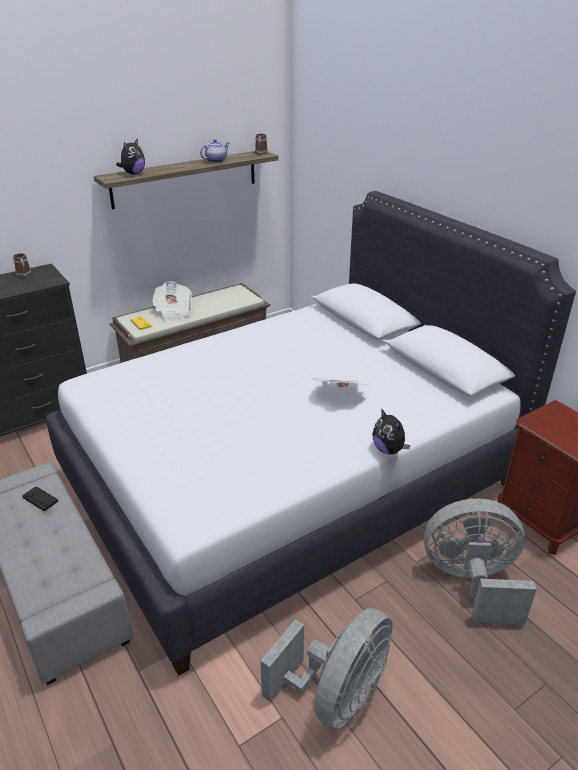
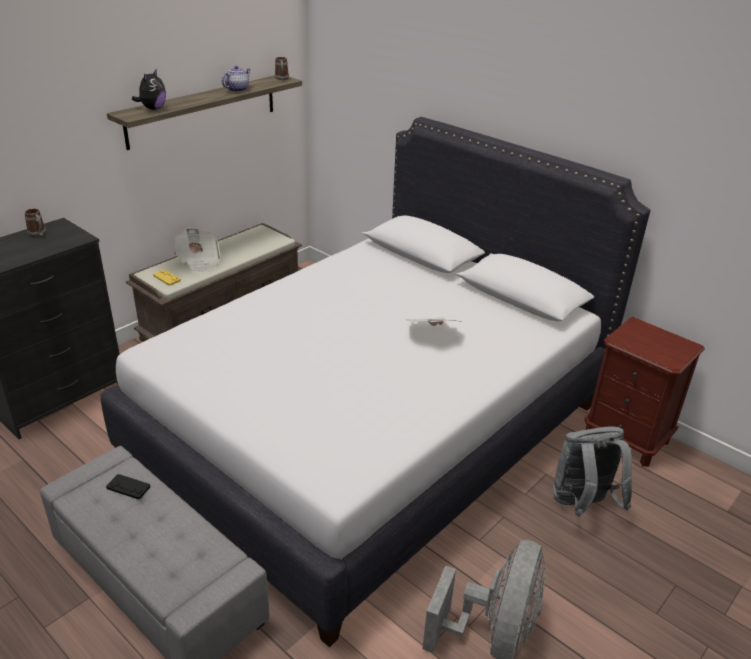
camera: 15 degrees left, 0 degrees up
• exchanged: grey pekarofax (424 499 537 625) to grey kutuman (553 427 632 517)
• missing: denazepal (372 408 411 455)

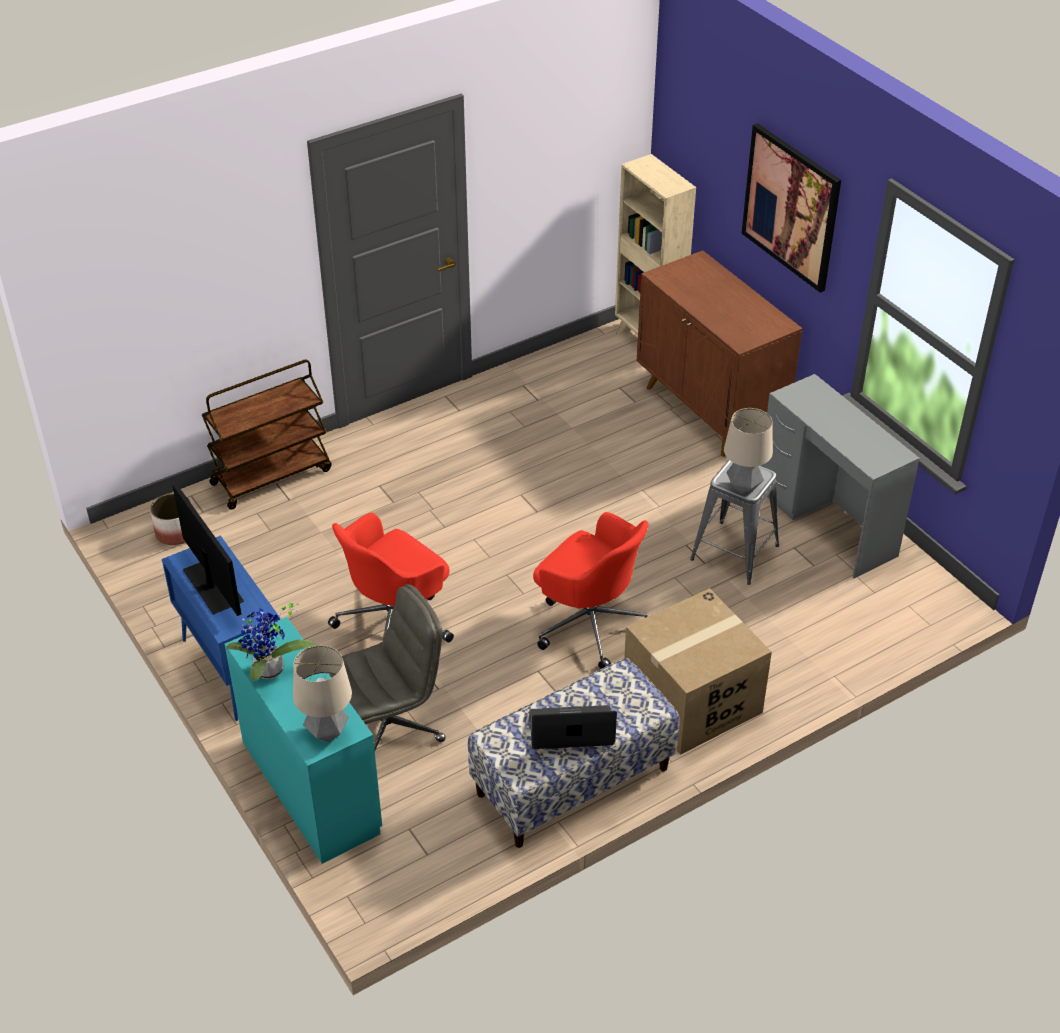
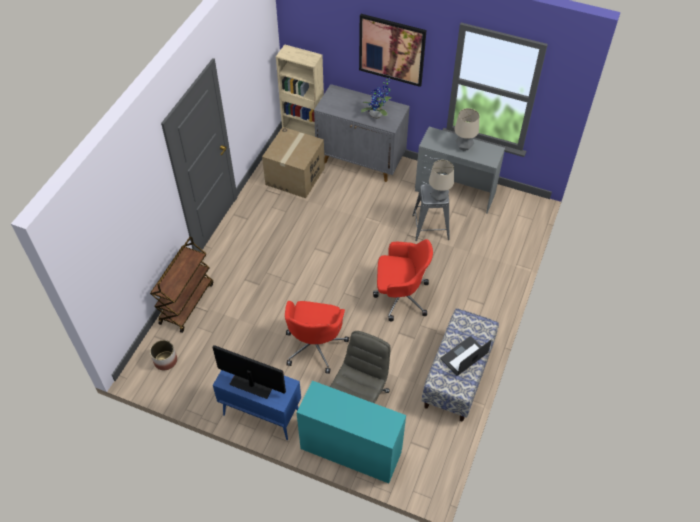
camera: 35 degrees left, 10 degrees up
• relocated: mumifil (624 588 772 755) to (262 127 325 198)
• colour: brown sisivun (637 250 802 457) to grey sisivun (314 84 410 182)
• relocated: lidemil (226 603 315 680) to (361 78 391 119)
• relocated: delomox (293 645 352 742) to (454 108 479 151)

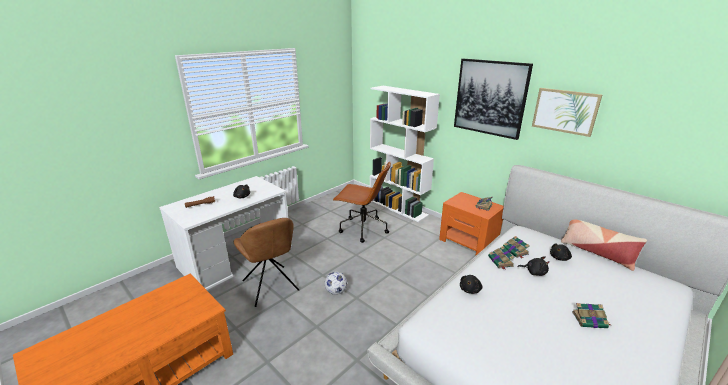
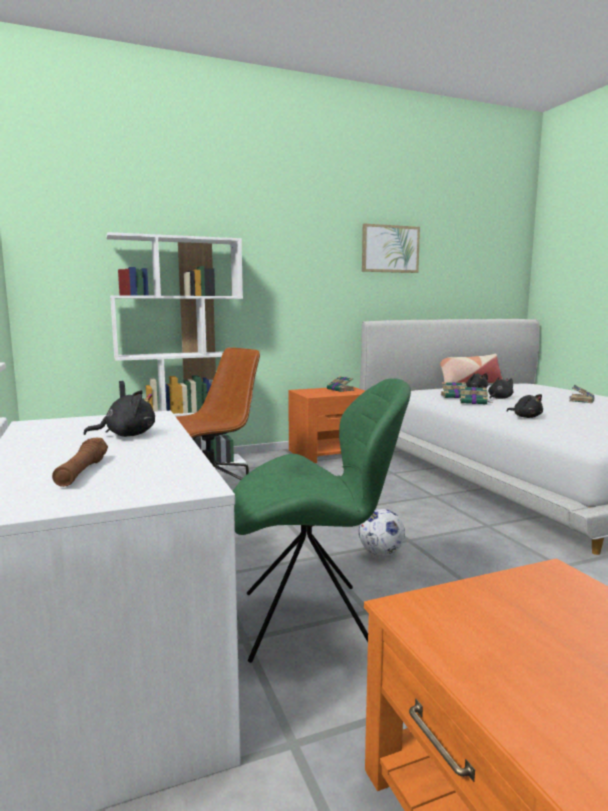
camera: 65 degrees left, 15 degrees down
• colour: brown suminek (234 218 299 307) to green suminek (233 378 411 663)
• missing: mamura (454 59 533 140)

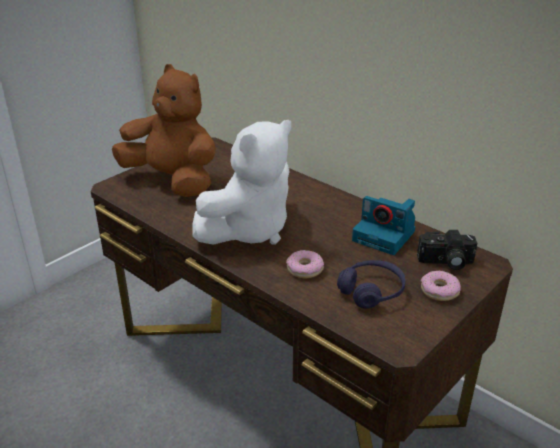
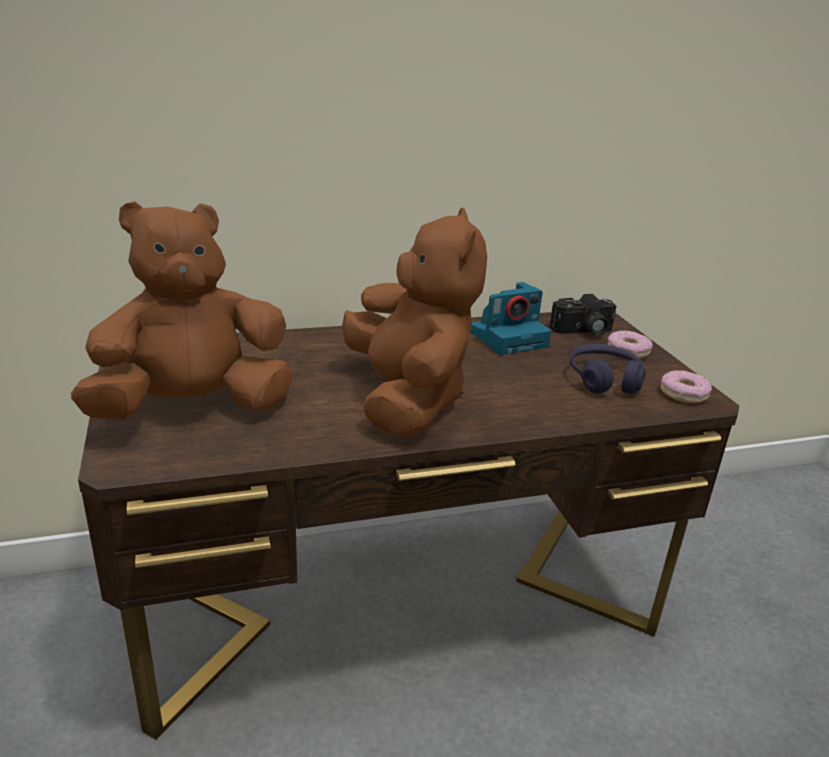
camera: 60 degrees left, 5 degrees down
• colour: white denazepal (192 120 291 245) to brown denazepal (342 208 487 438)
• spun: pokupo (417 230 477 270) = (550 294 616 336) 45 degrees clockwise
• relocated: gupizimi (286 250 324 278) to (661 370 712 403)

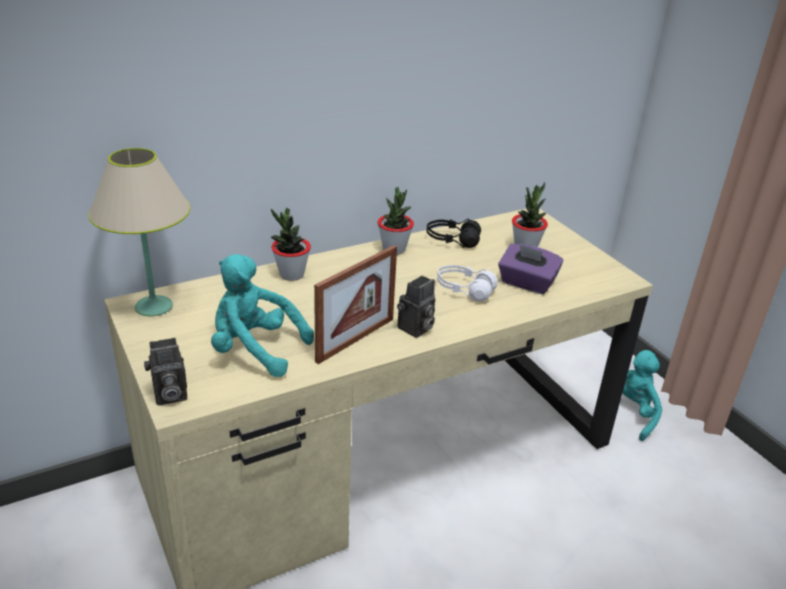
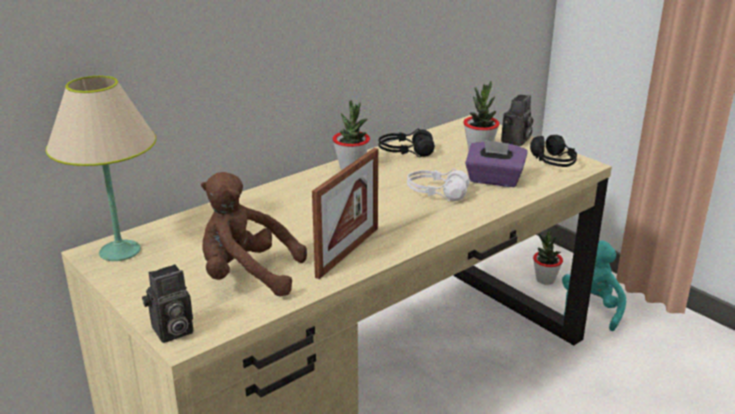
camera: 10 degrees left, 5 degrees down
• colour: turquoise denazepal (211 254 314 377) to brown denazepal (201 172 307 297)
• relocated: pokupo (397 275 435 338) to (501 95 533 146)
• appeared: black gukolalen (530 135 577 167)
• relocated: lidemil (271 208 311 281) to (533 231 563 285)

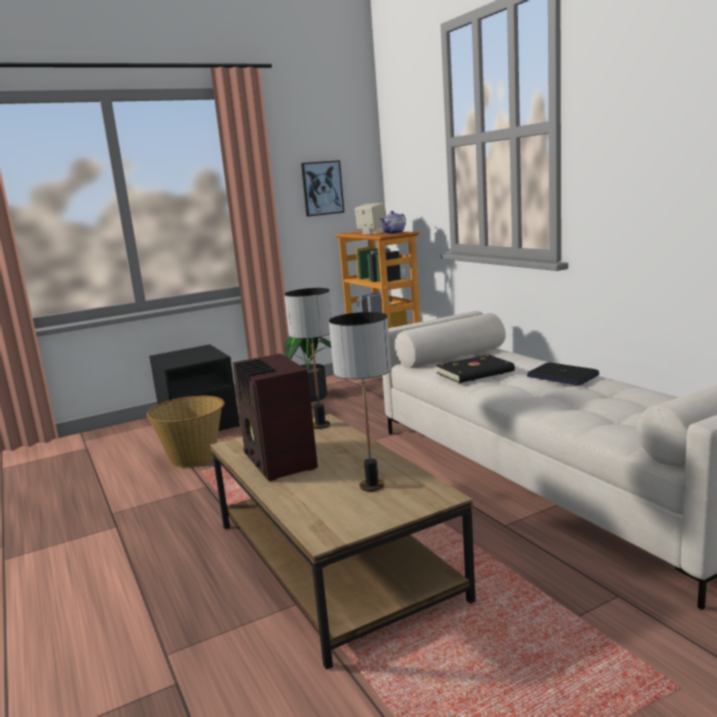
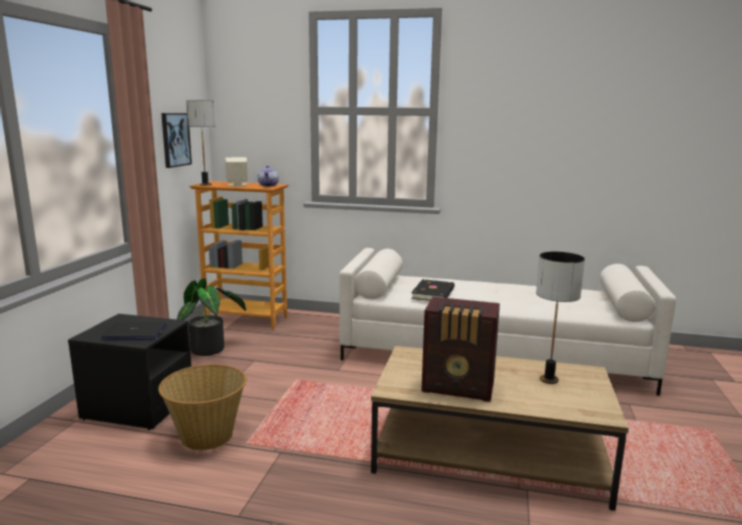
camera: 50 degrees left, 0 degrees up
• relocated: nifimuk (527 362 599 386) to (101 322 166 340)
• relocated: delomox (284 288 332 429) to (186 100 215 186)

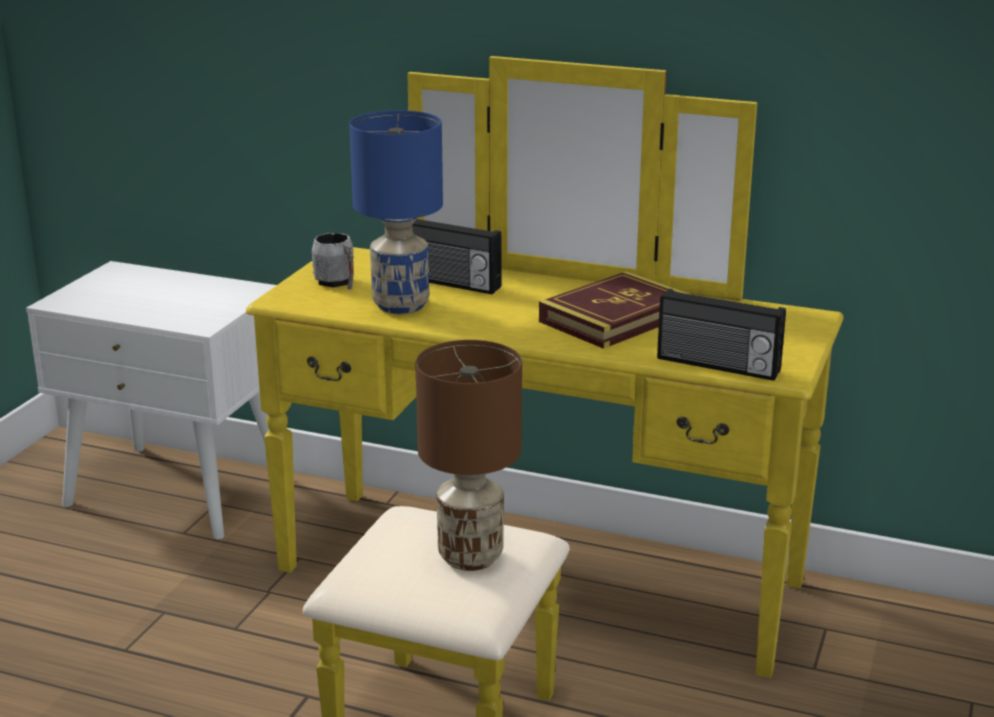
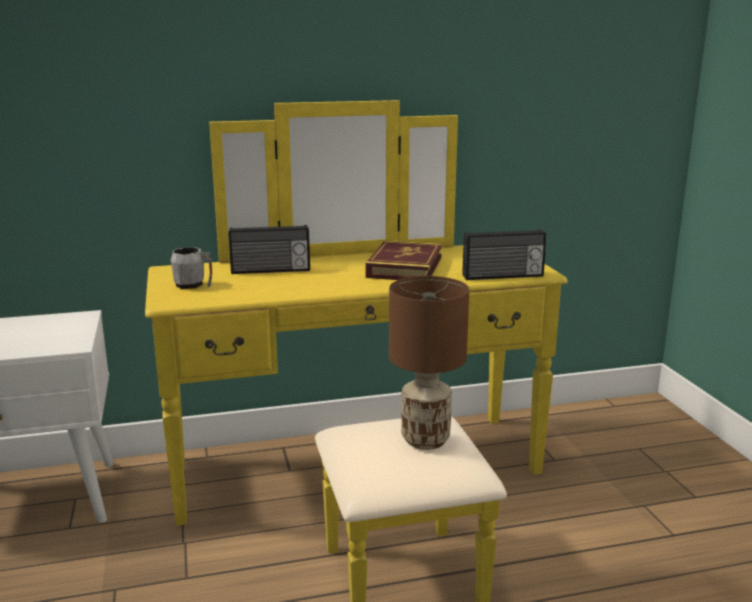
camera: 35 degrees left, 5 degrees down
• missing: blue delomox (349 110 443 314)

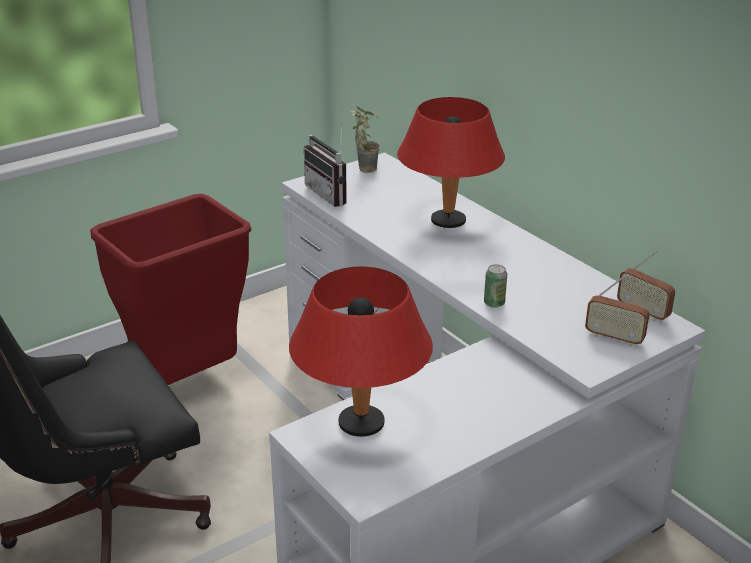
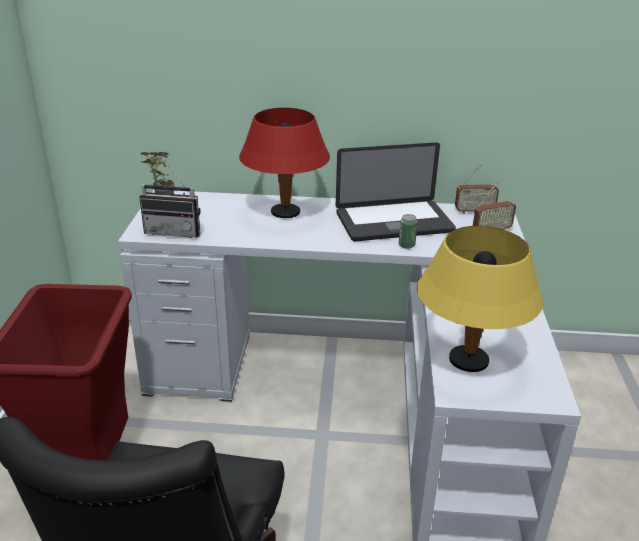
camera: 50 degrees left, 0 degrees up
• appeared: nifimuk (336 142 456 241)
• colour: red delomox (289 267 433 437) to yellow delomox (417 226 543 372)

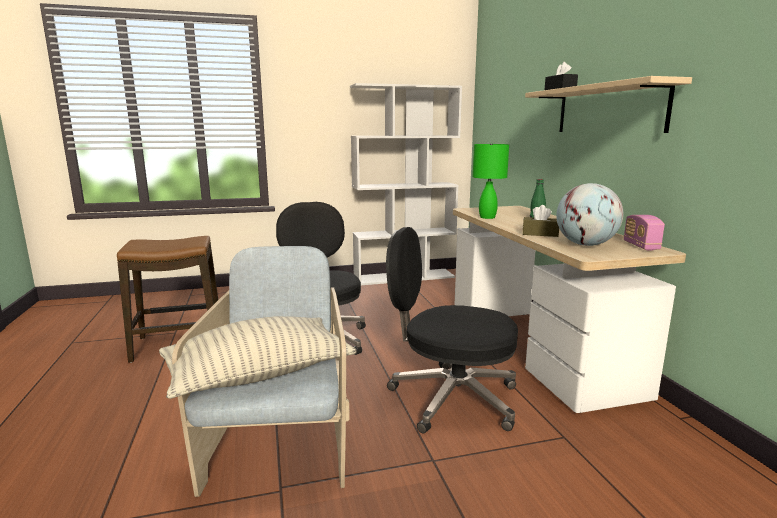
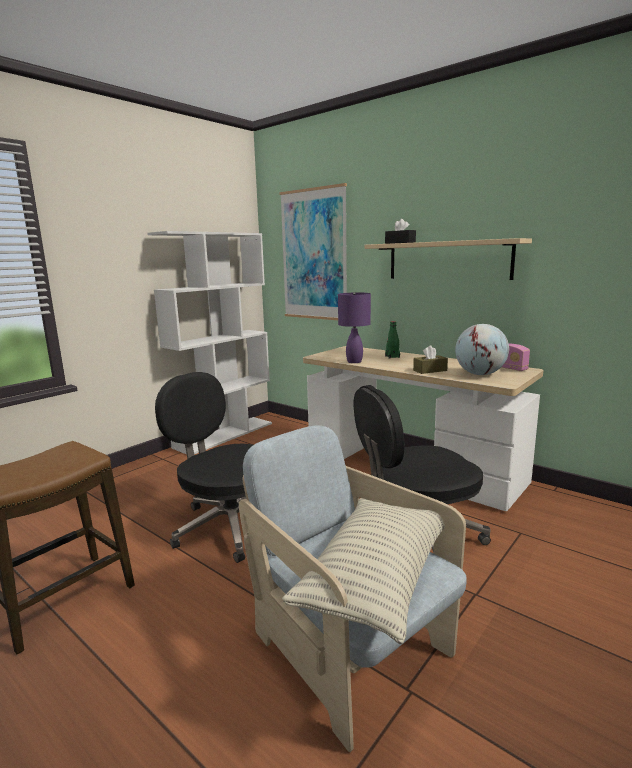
camera: 35 degrees left, 0 degrees up
• appeared: mamura (279 183 347 320)
• colour: green delomox (472 143 509 219) to purple delomox (338 292 371 363)

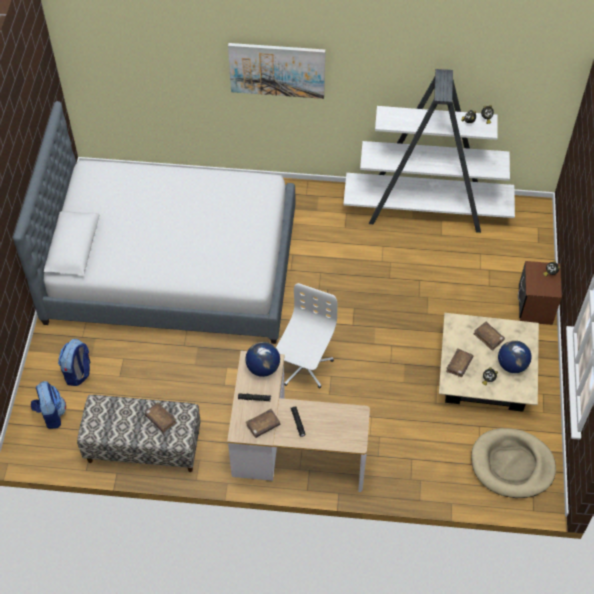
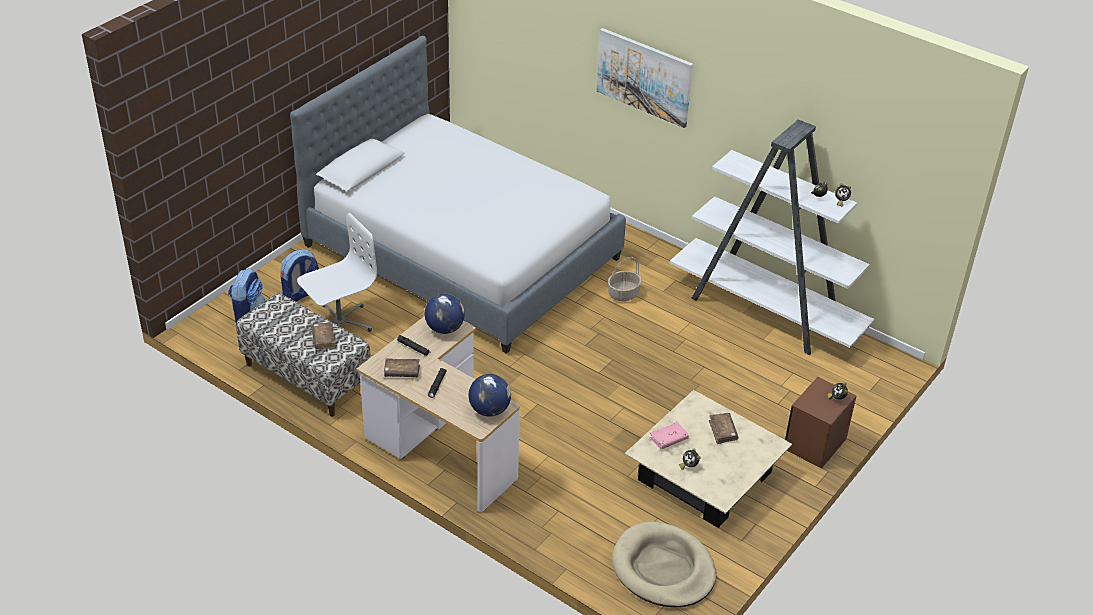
camera: 30 degrees right, 15 degrees down
• relocated: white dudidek (276 283 337 389) to (297 213 377 332)
• relocated: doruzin (498 340 531 373) to (468 374 511 417)
• appeared: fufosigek (608 257 642 301)
• colour: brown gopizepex (446 348 473 377) to pink gopizepex (649 422 689 450)

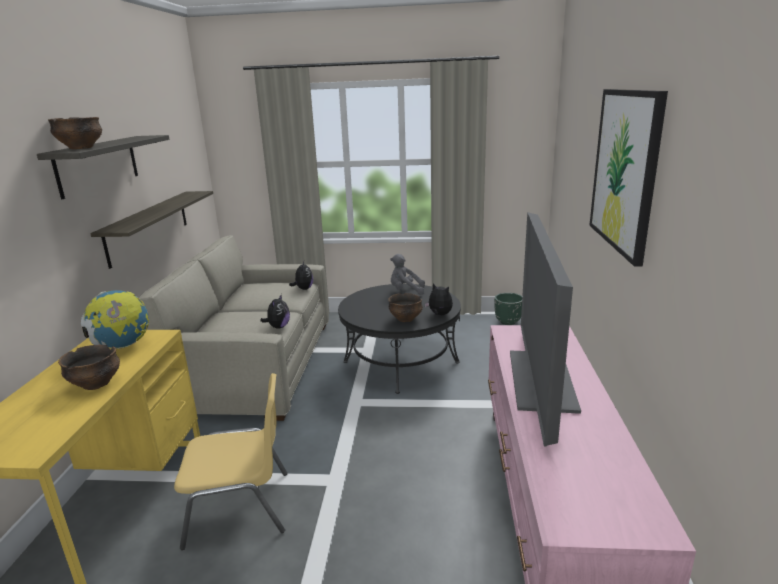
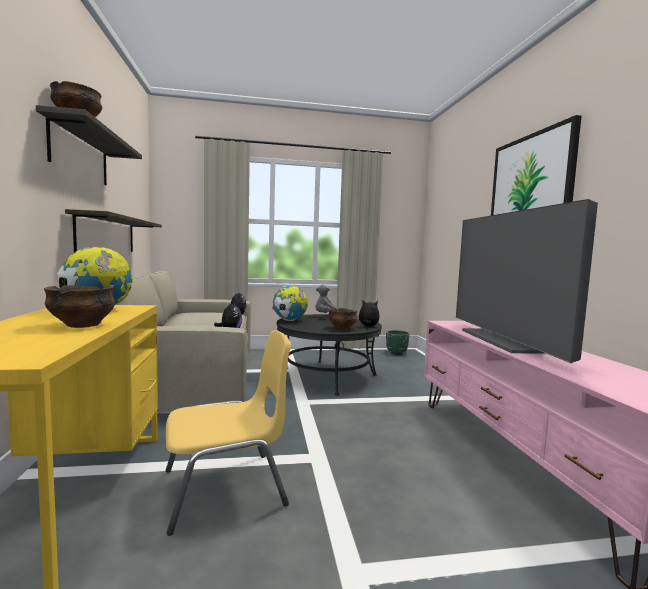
camera: 15 degrees left, 15 degrees down
• appeared: doruzin (273 286 308 321)

